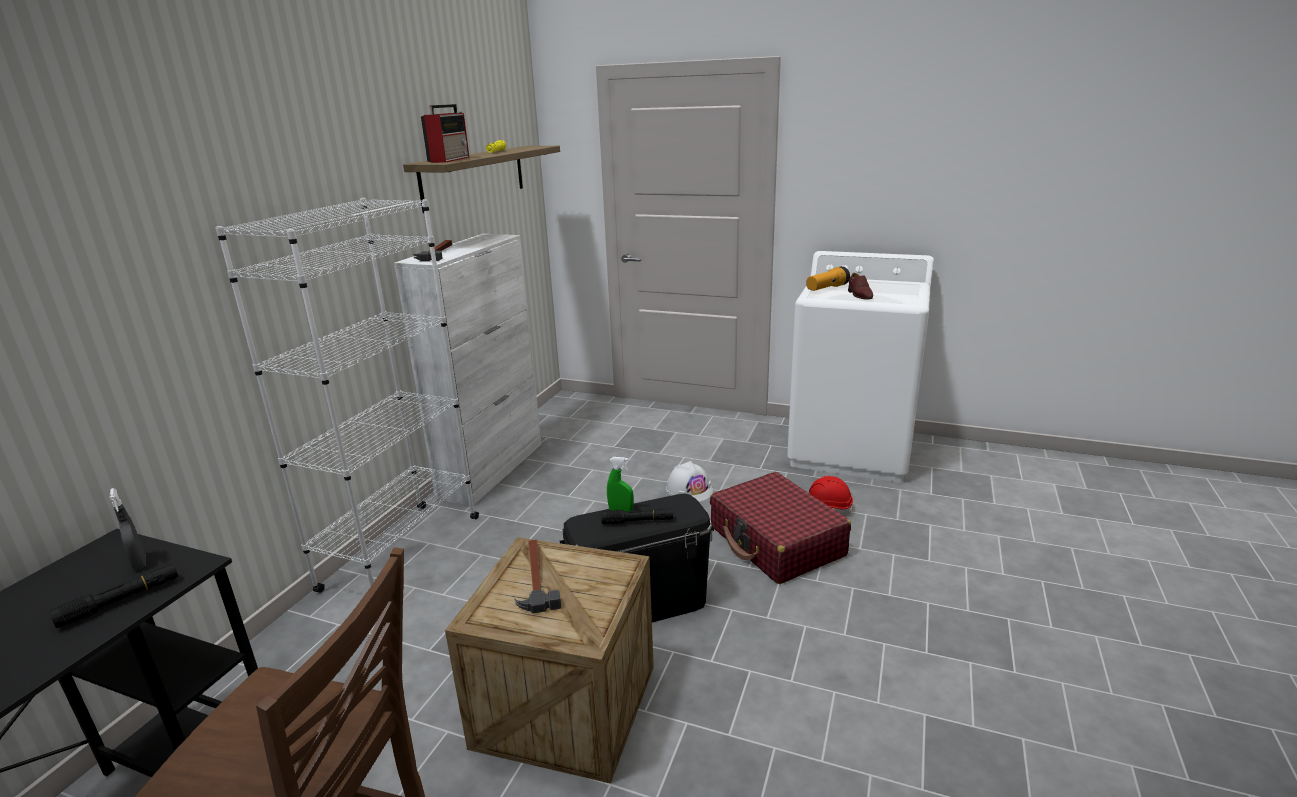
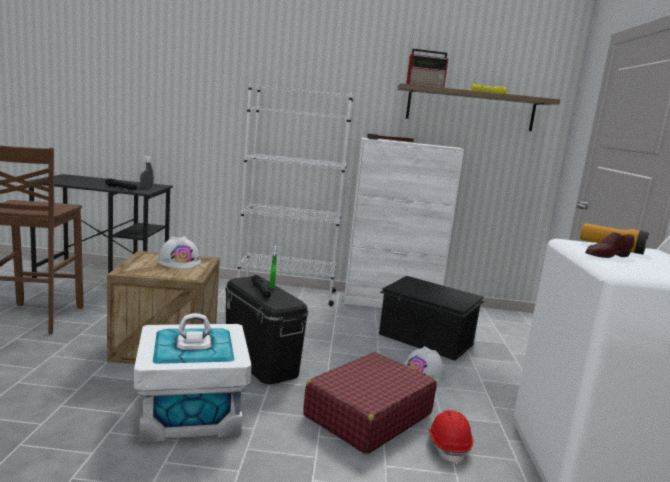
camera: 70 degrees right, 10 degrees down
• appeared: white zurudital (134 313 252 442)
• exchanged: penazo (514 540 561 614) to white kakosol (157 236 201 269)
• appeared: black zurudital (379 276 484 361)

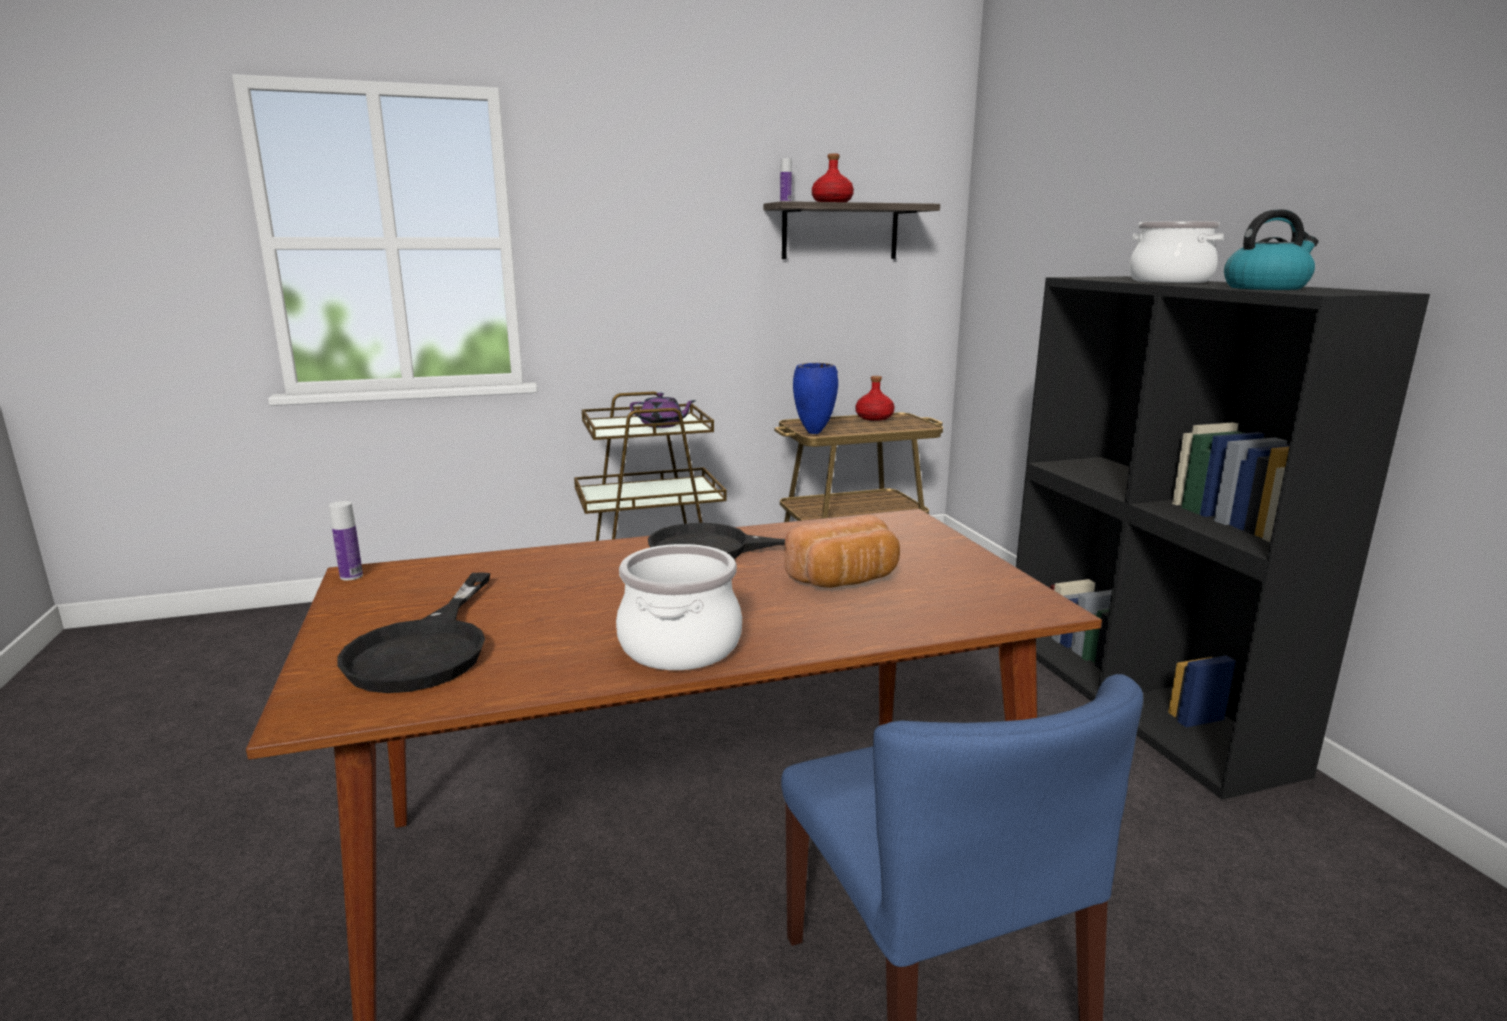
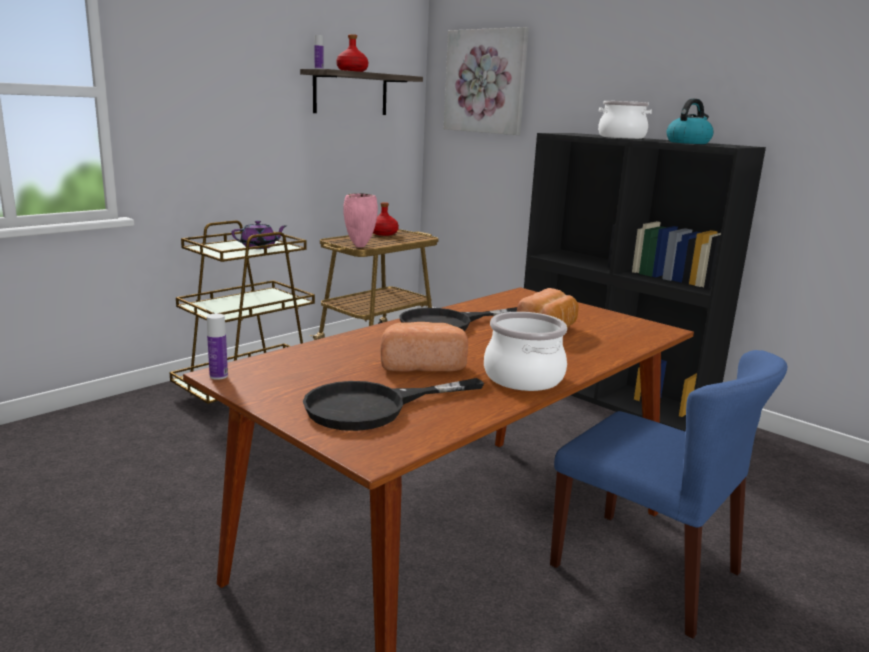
camera: 30 degrees left, 0 degrees up
• spun: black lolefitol (337 572 490 693) = (303 378 484 431) 90 degrees clockwise
• colour: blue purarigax (793 363 838 434) to pink purarigax (343 193 378 248)
• appeared: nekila (380 322 468 372)
• appeared: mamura (444 27 529 135)

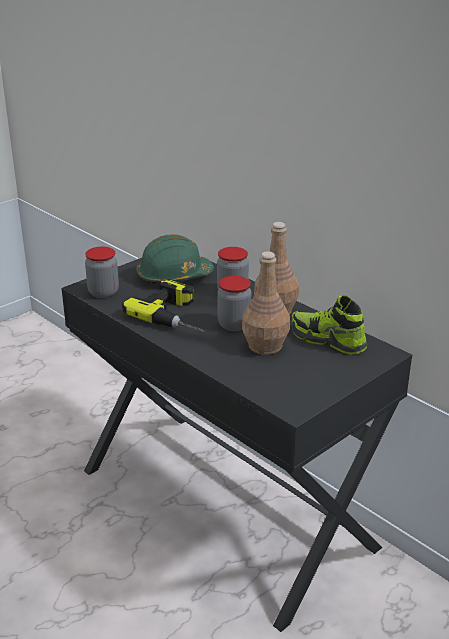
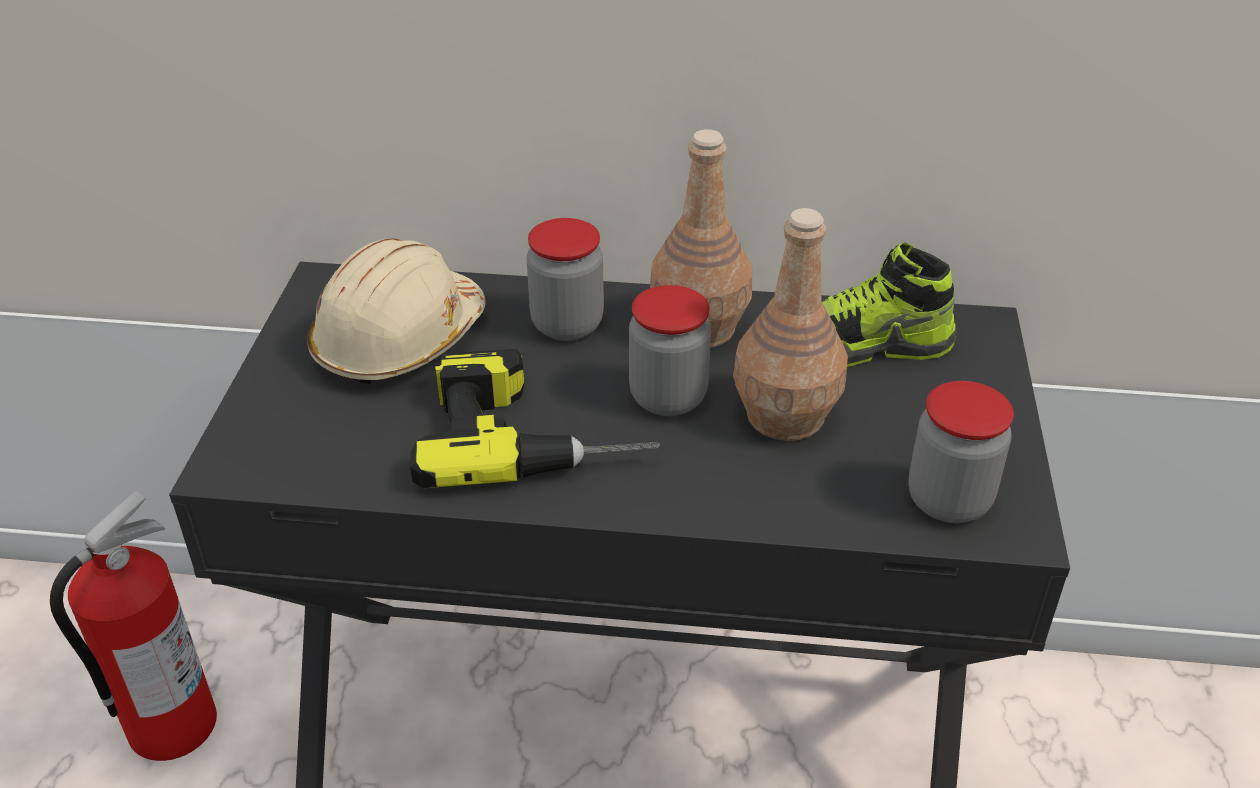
camera: 40 degrees left, 10 degrees up
• appeared: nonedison (50 490 217 761)
• colour: green kakosol (137 234 214 284) to beige kakosol (307 238 486 384)
• relocated: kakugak (85 246 119 298) to (908 381 1014 523)

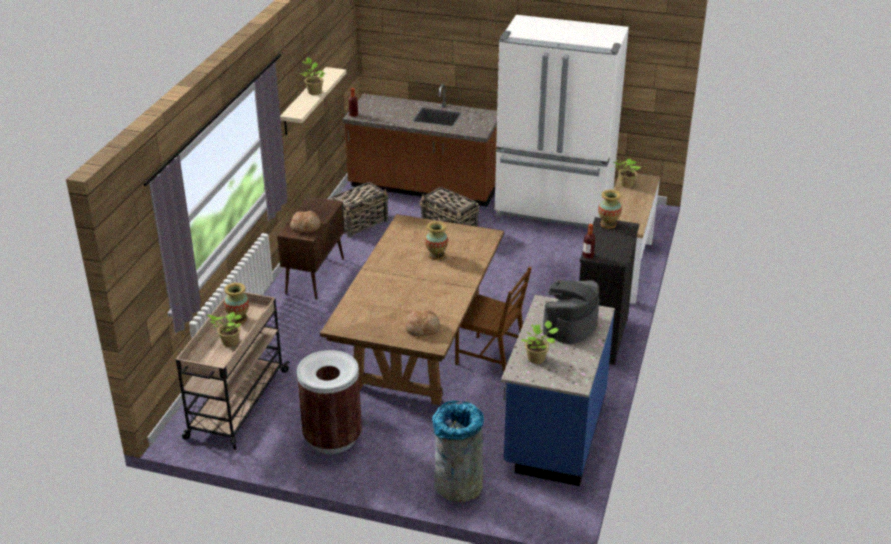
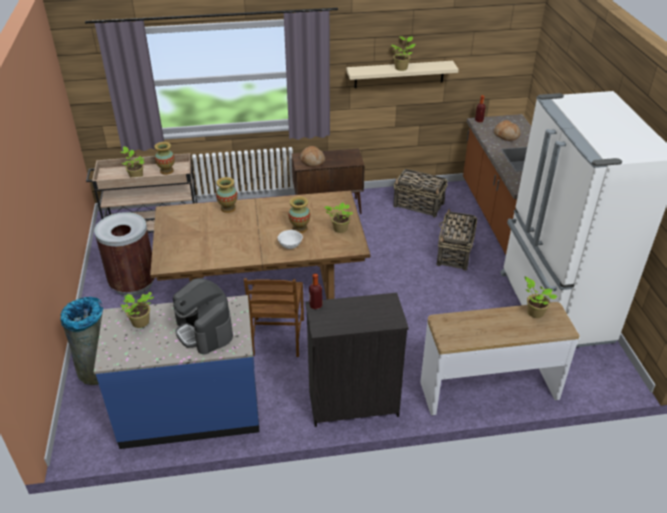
camera: 65 degrees right, 5 degrees up
• spun: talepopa (543 280 599 344) = (173 278 233 354) 135 degrees counterclockwise
• relocated: purarigax (598 190 622 229) to (216 177 238 213)
• appeared: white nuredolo (278 230 303 249)
• appeared: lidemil (324 202 353 233)
• relocated: nekila (405 309 440 337) to (494 120 521 141)

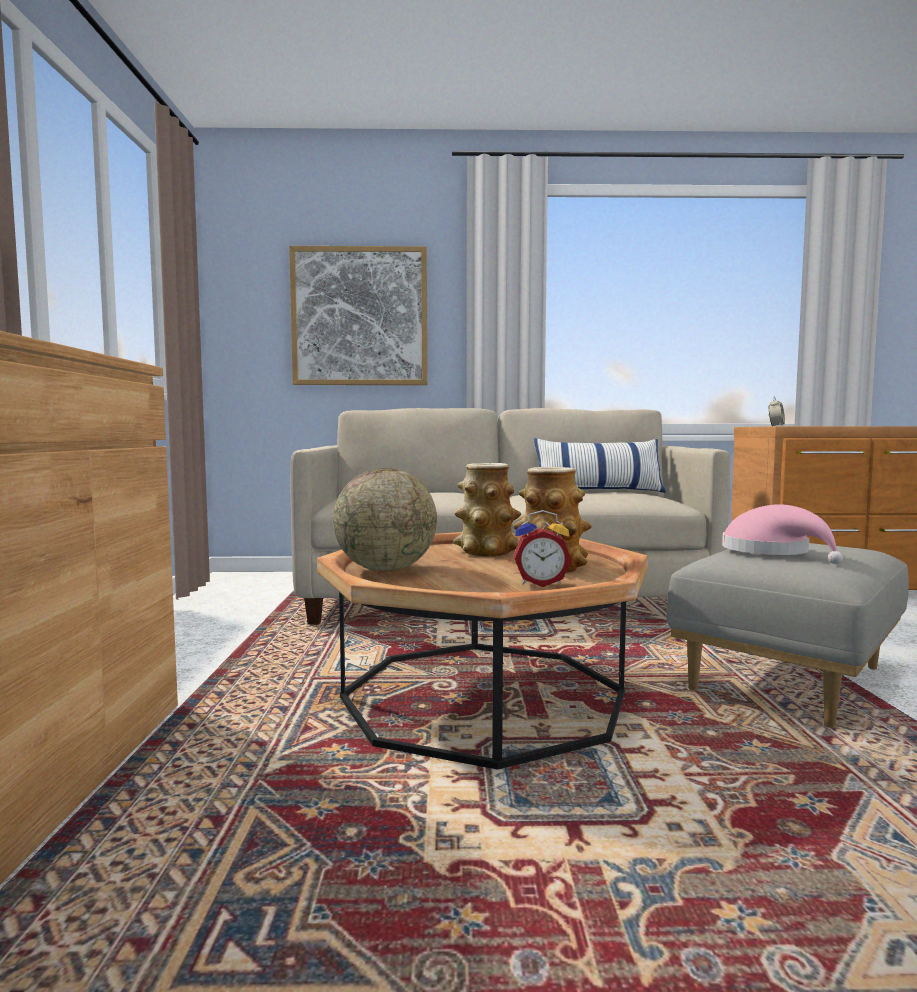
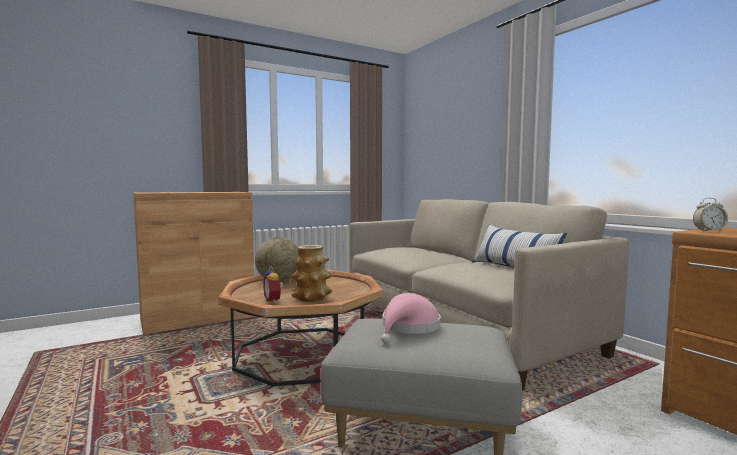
camera: 60 degrees right, 0 degrees up
• missing: mamura (289 246 427 385)
• missing: purarigax (453 463 521 556)

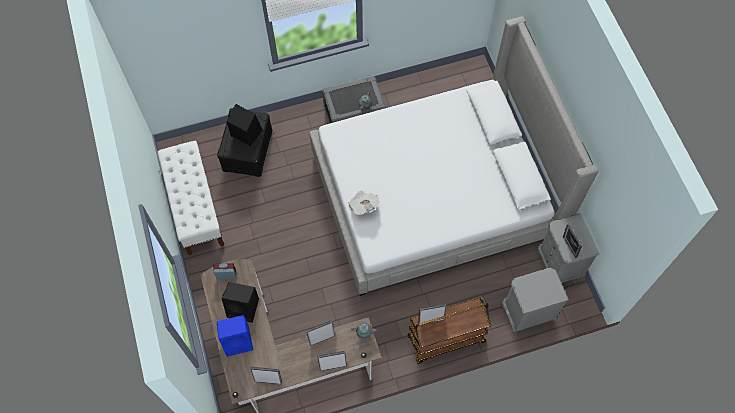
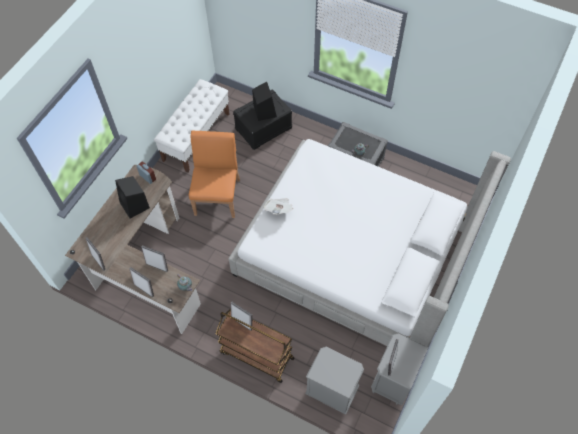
camera: 45 degrees right, 5 degrees down
• appeared: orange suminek (189 131 240 218)
• missing: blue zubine (217 315 253 357)

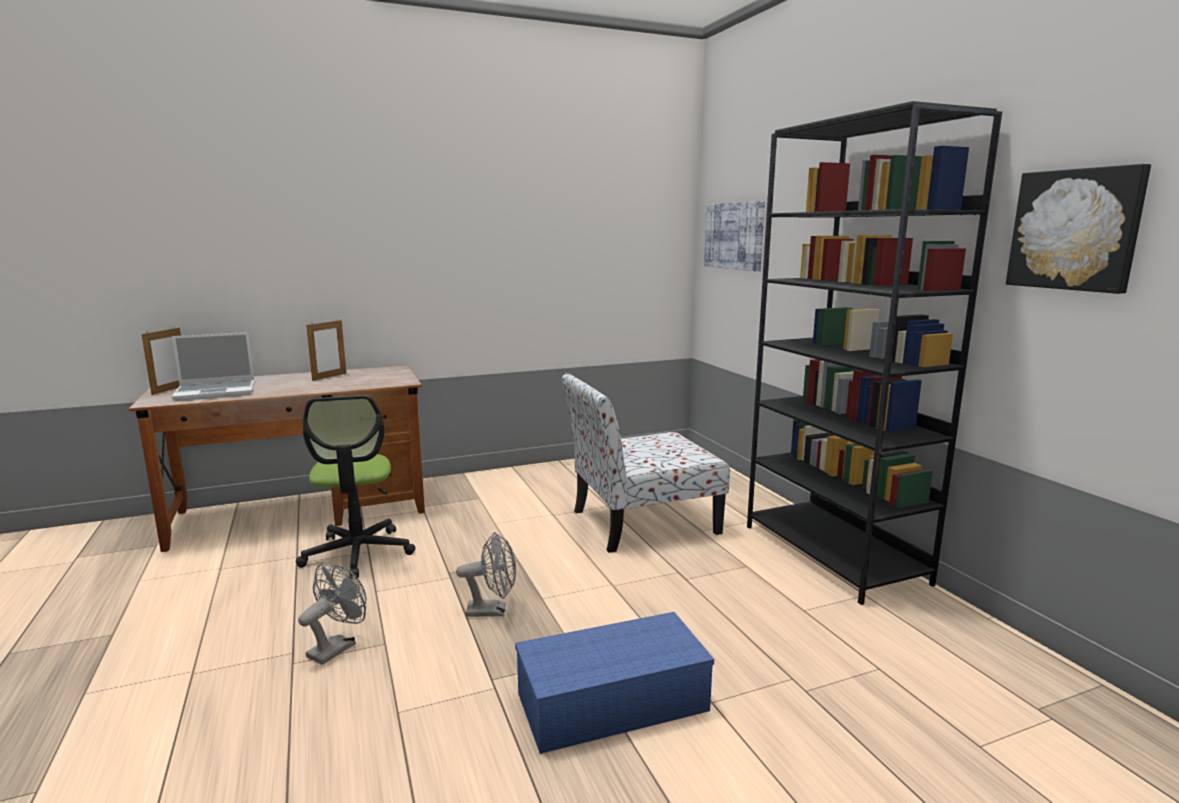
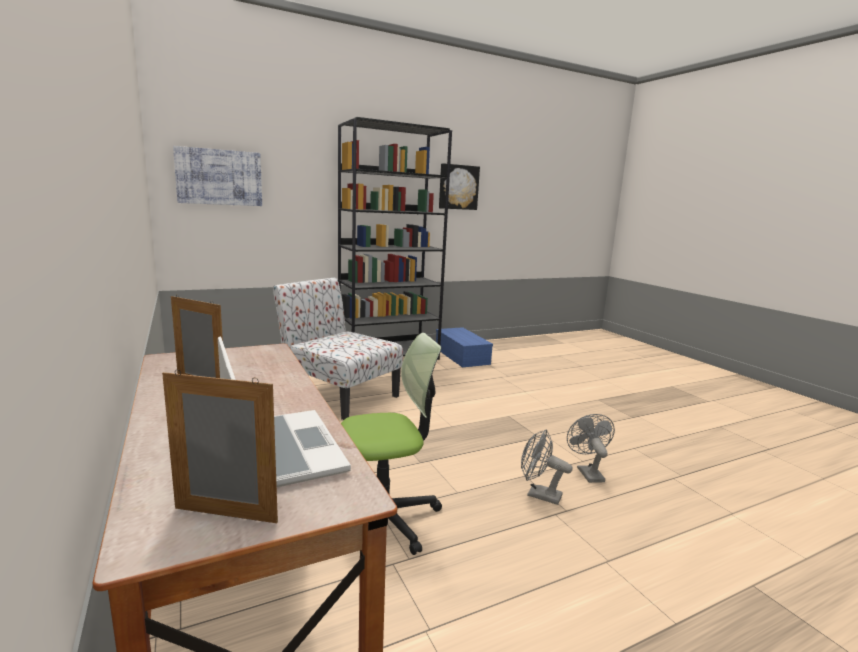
camera: 95 degrees left, 0 degrees up
• spun: suminek (562 373 730 553) = (273 277 403 420) 150 degrees clockwise
• relocated: blue zurudital (515 612 714 754) to (436 327 493 368)
• relocated: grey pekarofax (456 532 516 617) to (567 414 615 483)

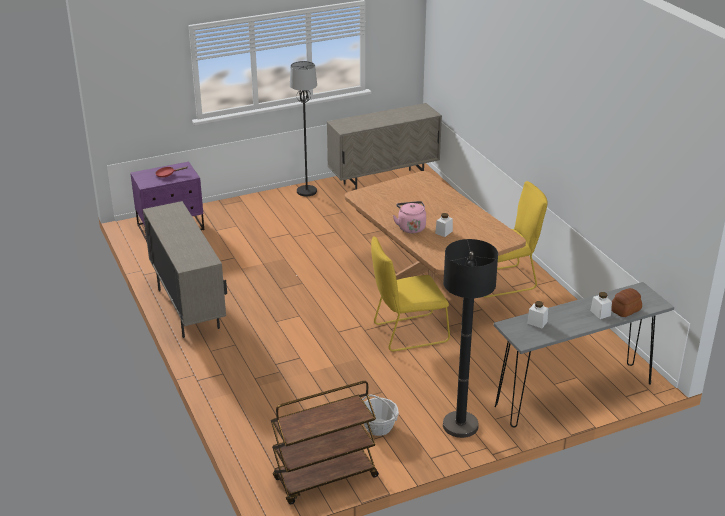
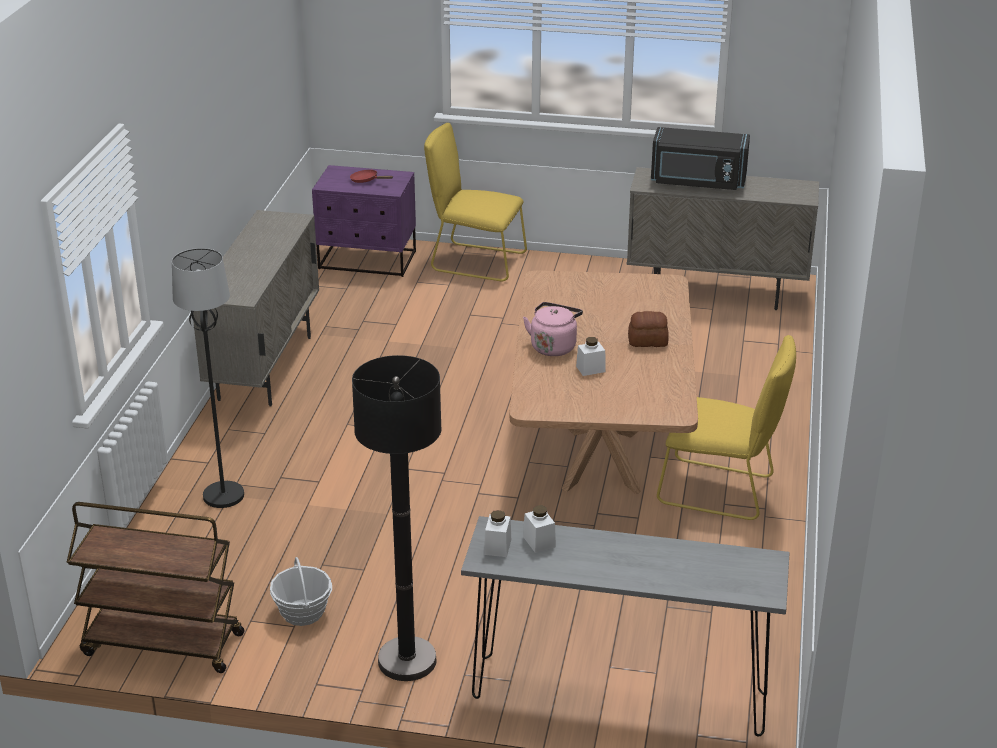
camera: 35 degrees right, 0 degrees up
• relocated: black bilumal (290 61 317 196) to (172 248 244 508)
• relocated: yellow suminek (371 236 450 351) to (424 123 527 281)
• relocated: white kakugak (590 292 612 319) to (484 510 511 557)
• relocated: nekila (611 288 642 317) to (628 311 669 347)
• appeared: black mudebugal (651 127 750 190)

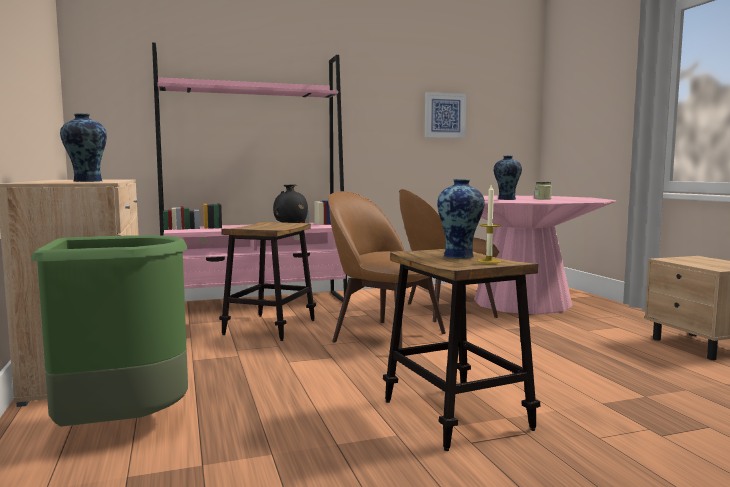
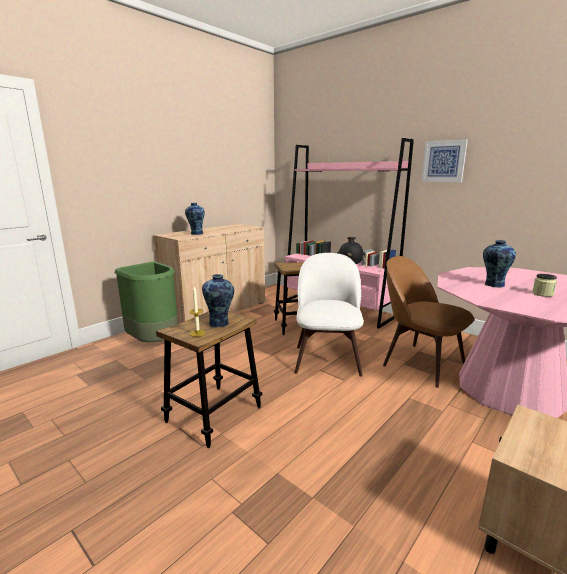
camera: 60 degrees right, 10 degrees up
• colour: brown suminek (328 191 446 349) to white suminek (294 253 364 376)
• relocated: mamura (425 92 466 138) to (421 139 468 182)

